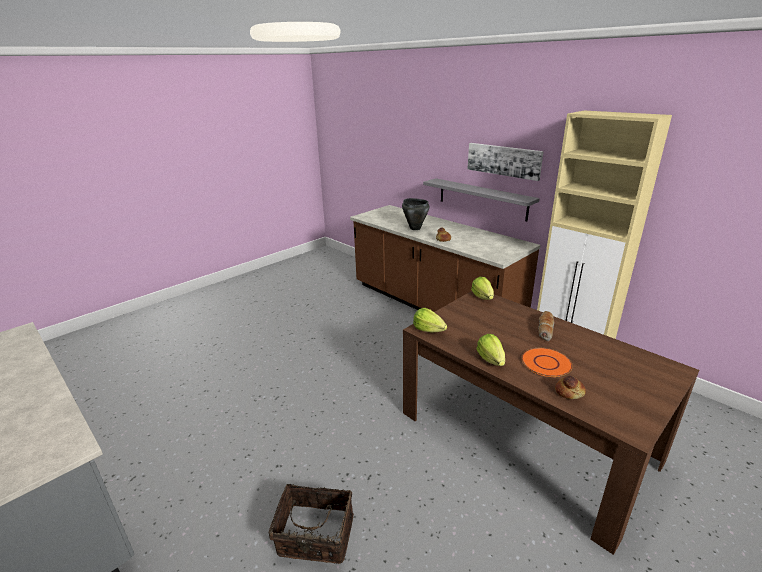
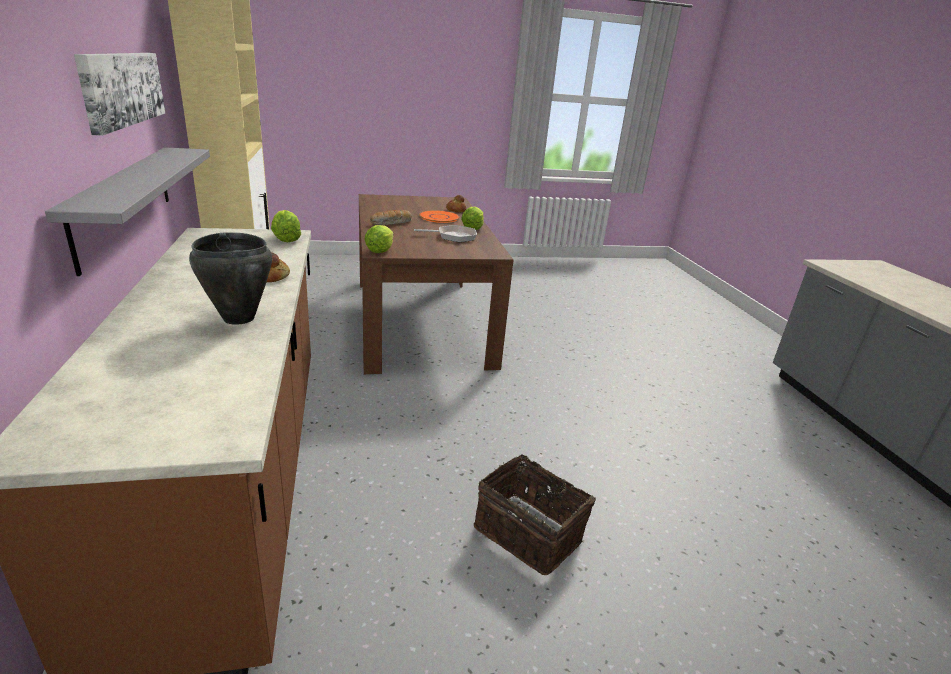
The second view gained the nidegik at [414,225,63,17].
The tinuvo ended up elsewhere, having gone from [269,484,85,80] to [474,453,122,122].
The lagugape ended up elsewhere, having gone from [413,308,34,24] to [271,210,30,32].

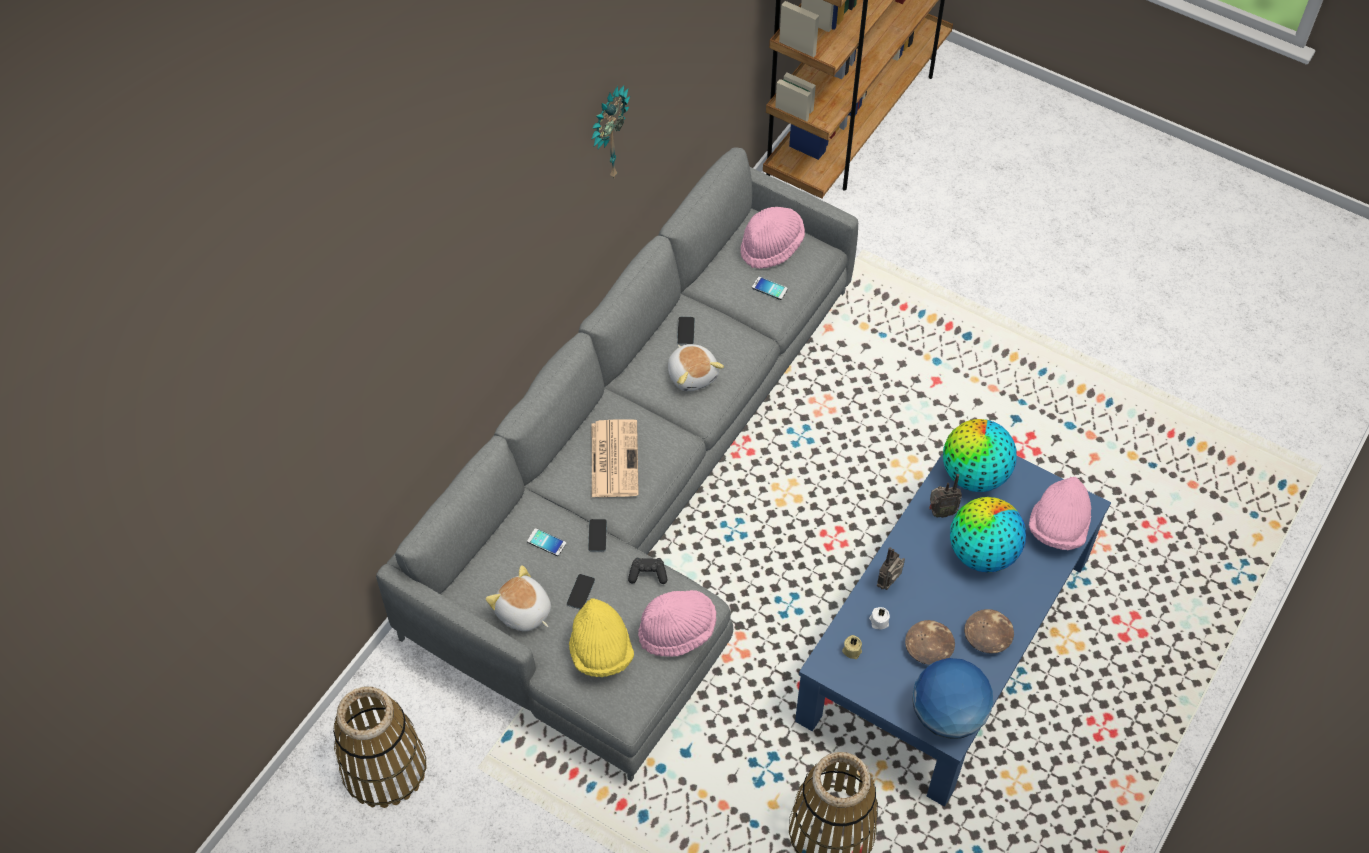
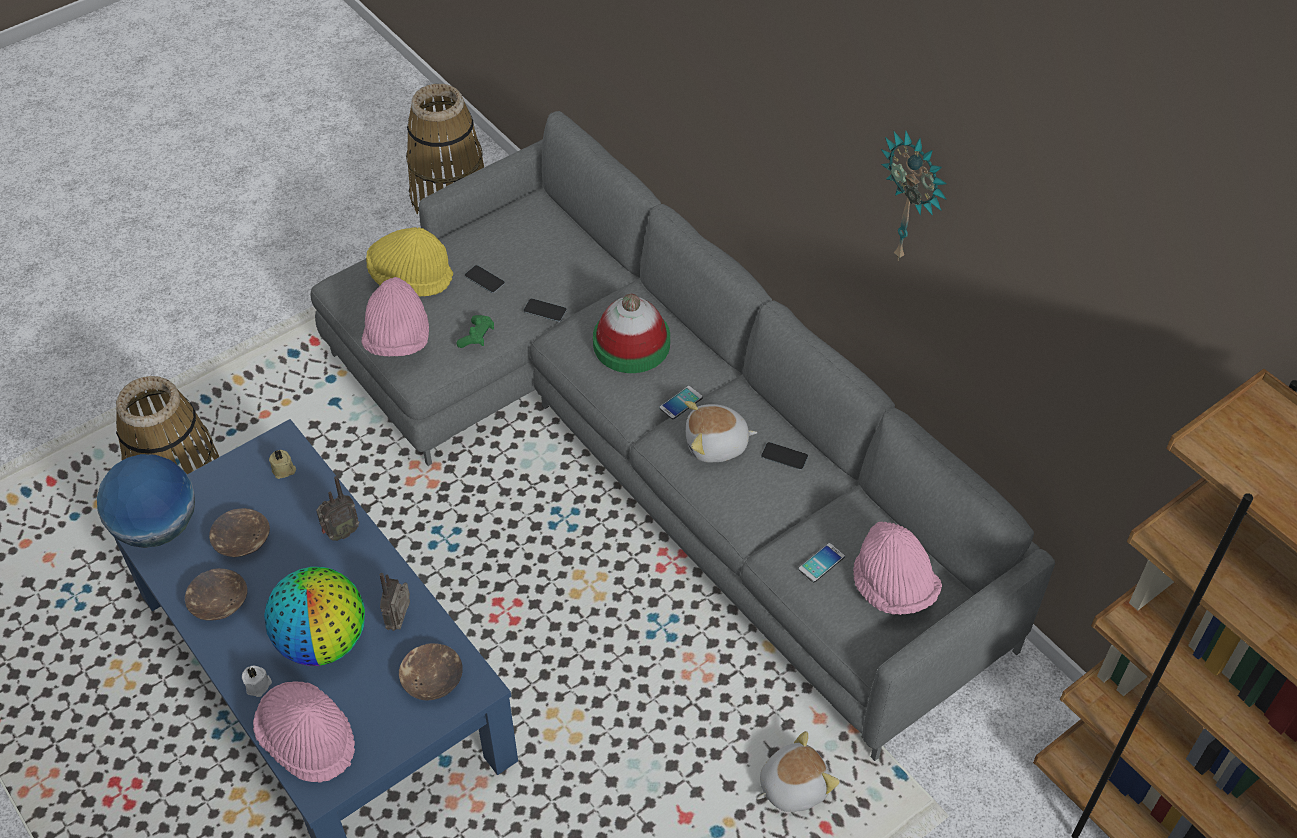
The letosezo ended up elsewhere, having gone from [486,565,65,67] to [757,731,83,81].
The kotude ended up elsewhere, having gone from [527,528,40,28] to [659,386,44,33].
The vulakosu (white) ended up elsewhere, having gone from [869,607,21,23] to [242,666,30,31].
Where the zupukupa stood at [592,419,47,78], the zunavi came to stand at [593,294,77,79].
Where the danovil stood at [943,419,74,73], the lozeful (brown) came to stand at [399,643,64,58].
What was the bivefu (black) at [628,558,39,26] turned into the bivefu (green) at [456,315,38,33].
The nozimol at [877,547,28,43] ended up facing another way, 90 degrees clockwise from before.

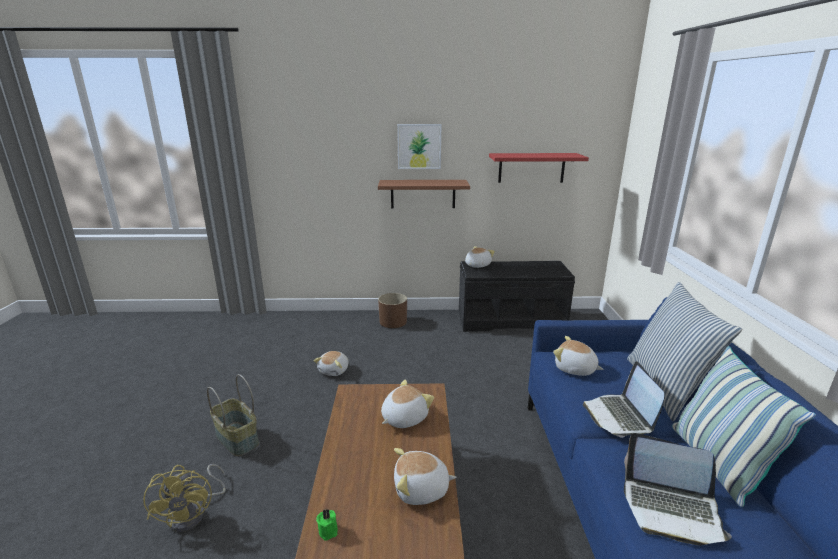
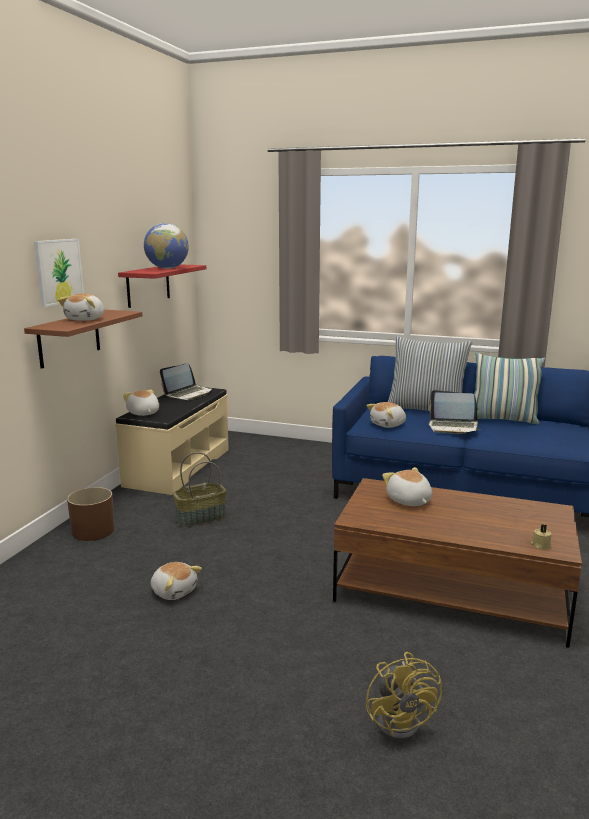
The second view gained the danovil at [144,223,45,46].
The tinuvo ended up elsewhere, having gone from [207,374,52,82] to [173,452,53,75].
The letosezo ended up elsewhere, having gone from [394,448,62,57] to [58,293,46,28].
The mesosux ended up elsewhere, having gone from [624,433,108,113] to [160,363,52,37].
What was the vulakosu (green) at [316,509,22,31] turned into the vulakosu (beige) at [531,524,21,25].
What was the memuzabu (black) at [459,261,116,71] turned into the memuzabu (beige) at [115,387,114,108].
The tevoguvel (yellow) at [143,464,83,68] ended up facing another way, 75 degrees clockwise from before.

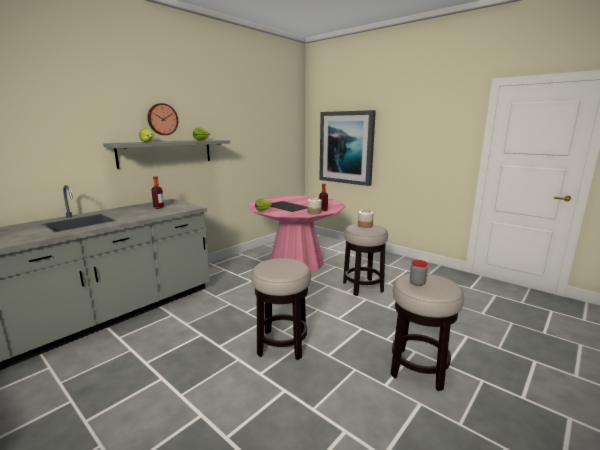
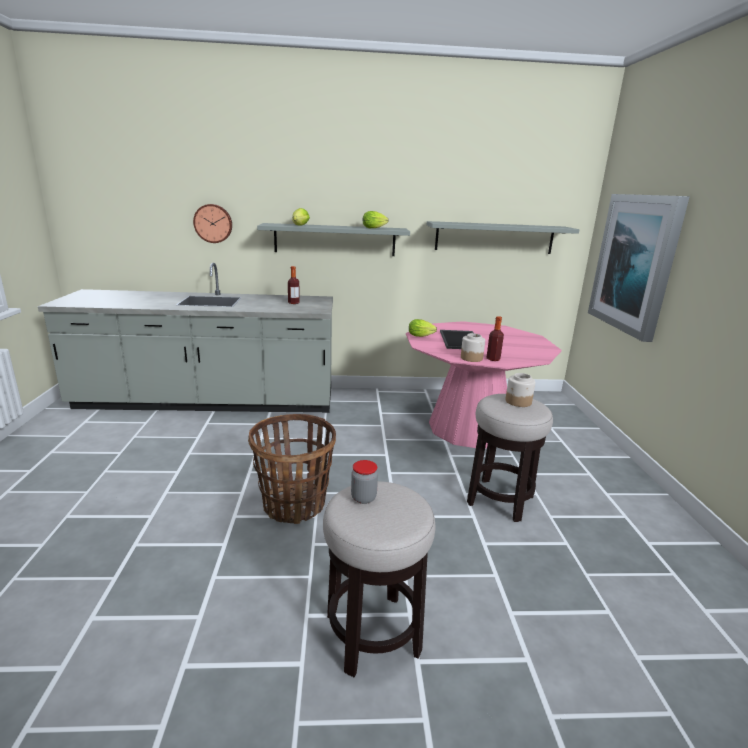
The second view gained the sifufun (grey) at [427,221,153,33].
The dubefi ended up elsewhere, having gone from [148,103,30,32] to [193,204,39,39].
Where the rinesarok stood at [251,258,60,102], the tinuvo came to stand at [248,414,88,110].

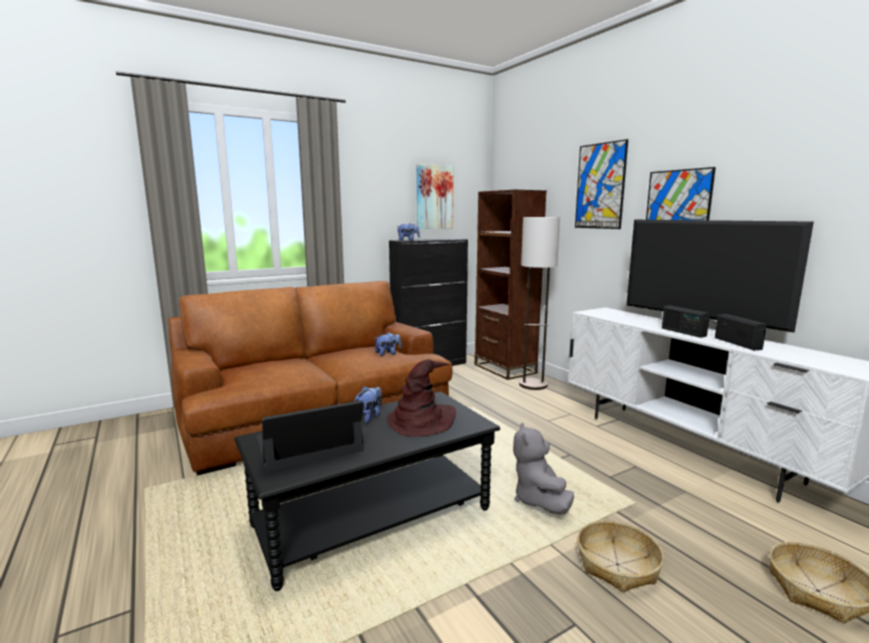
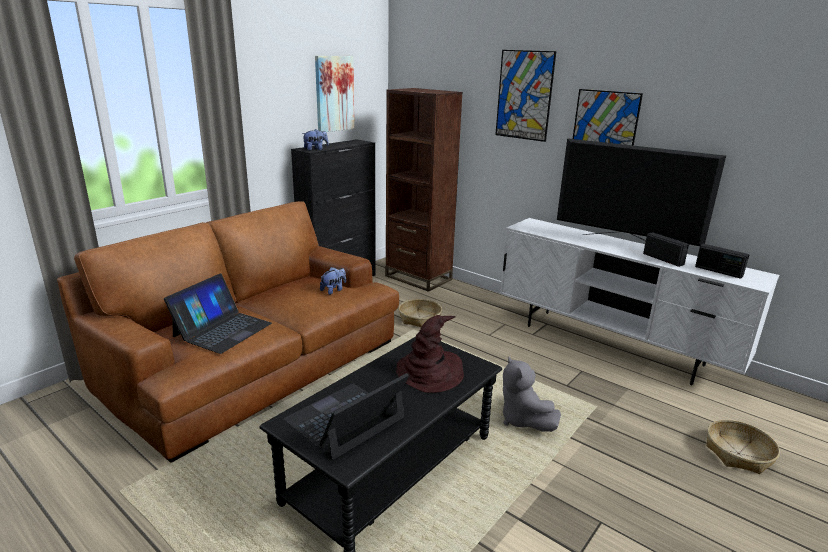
The second view lost the letosezo at [354,386,28,37].
The second view lost the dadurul at [519,217,41,173].
The second view gained the mesosux at [164,273,108,81].
The tinuvo ended up elsewhere, having gone from [577,520,87,72] to [399,299,43,29].
The nozimol ended up elsewhere, having gone from [662,306,48,32] to [695,244,55,35].

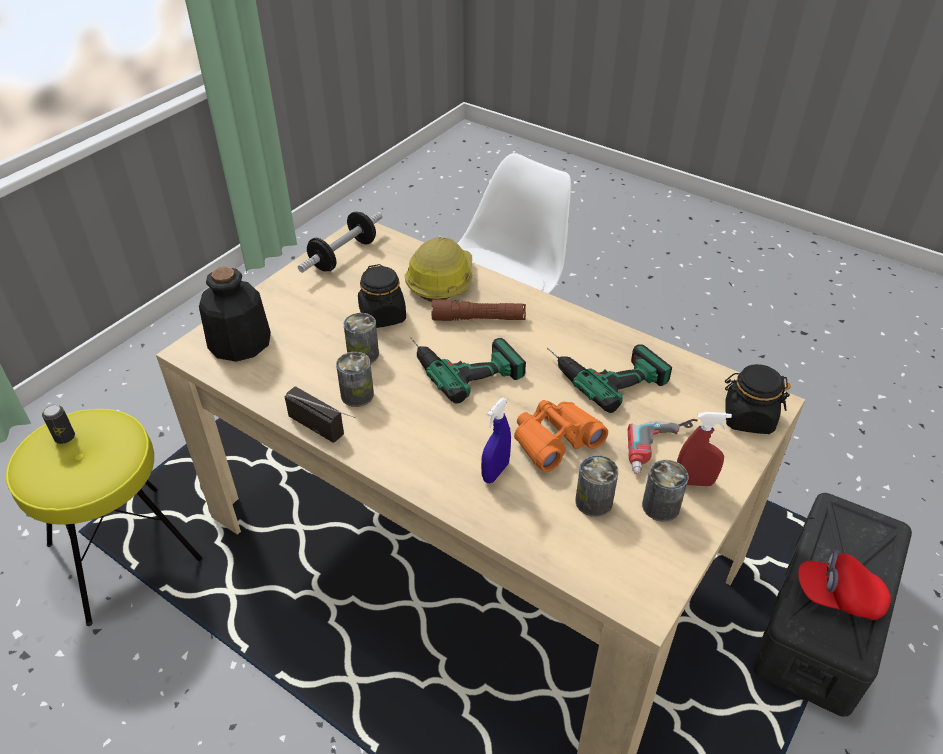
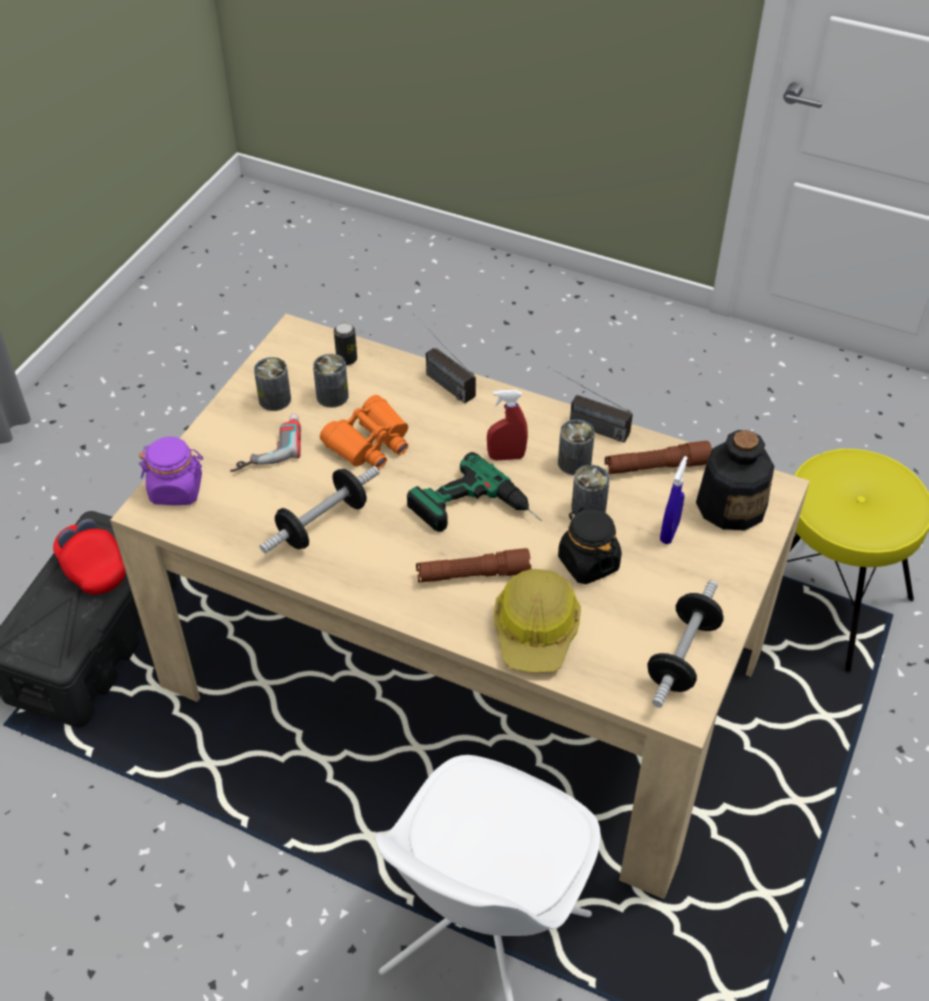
The second view gained the nozimol at [413,314,63,89].
The second view gained the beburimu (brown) at [605,441,107,33].
The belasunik ended up elsewhere, having gone from [42,405,33,39] to [334,322,23,43].
The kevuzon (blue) ended up elsewhere, having gone from [481,398,30,85] to [660,456,28,88].
The kevuzon (red) ended up elsewhere, having gone from [677,412,55,74] to [487,390,41,70].
Where the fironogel stood at [547,344,125,69], the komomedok came to stand at [260,466,120,88].
What was the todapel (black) at [725,364,66,70] turned into the todapel (purple) at [139,437,64,68].
The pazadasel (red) at [798,550,93,70] ended up facing another way, 135 degrees counterclockwise from before.

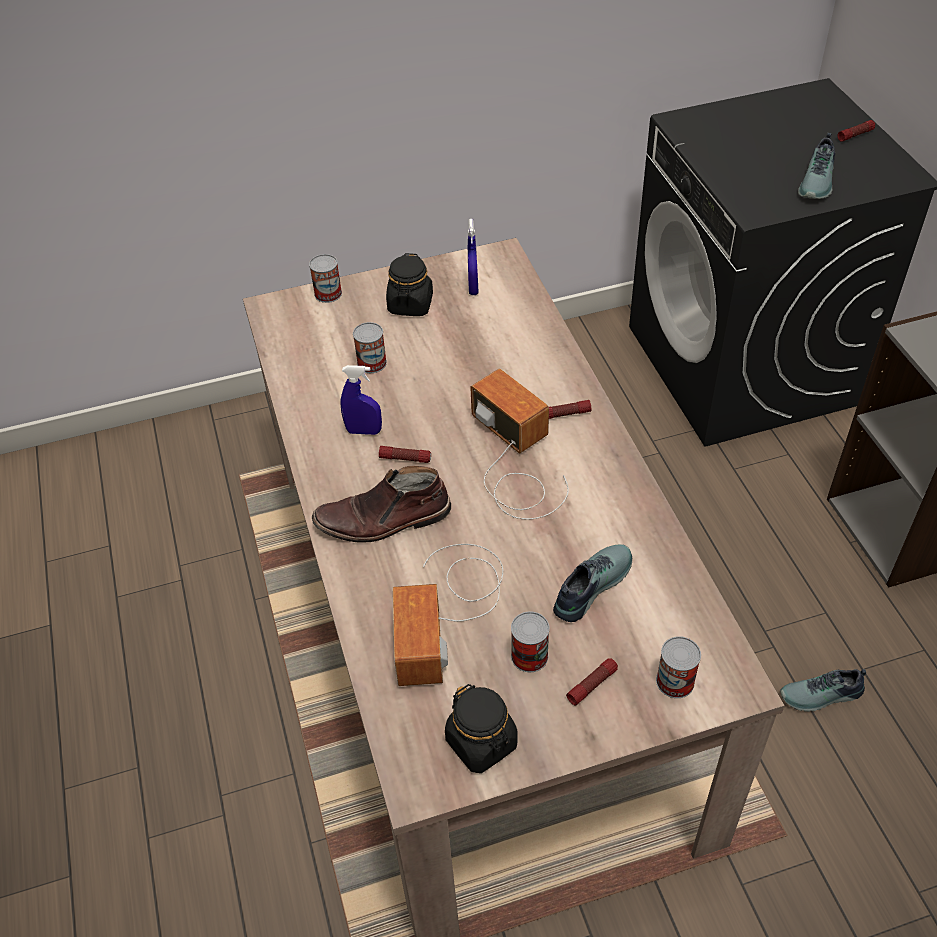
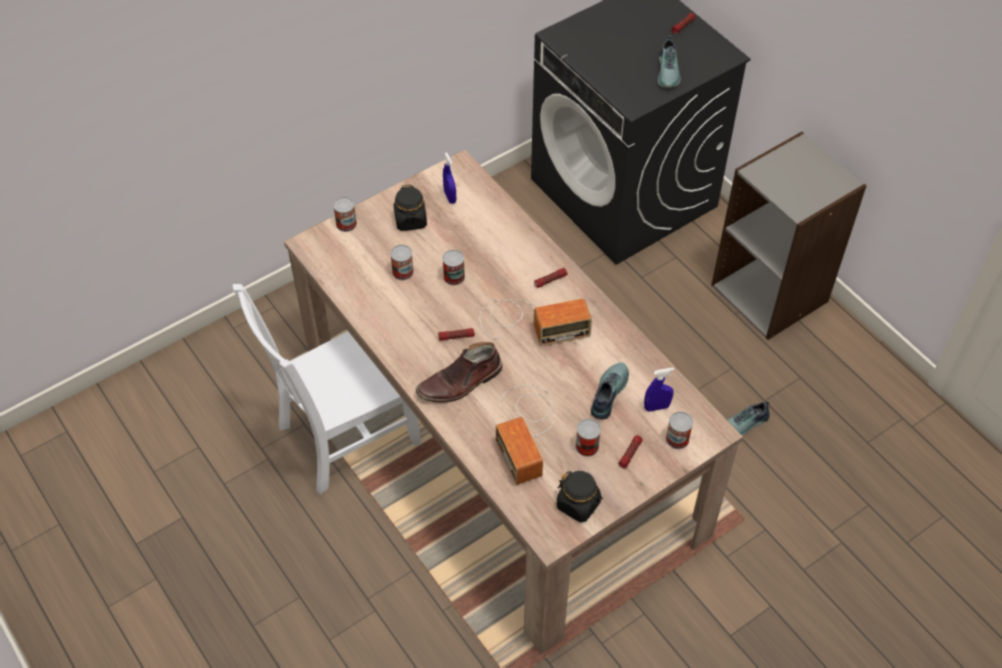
The second view gained the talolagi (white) at [232,284,189,211].
The second view gained the belasunik at [442,250,23,35].
The kevuzon (blue) ended up elsewhere, having gone from [340,365,42,70] to [644,368,31,44].
The nozimol at [470,369,99,151] ended up facing another way, 135 degrees clockwise from before.

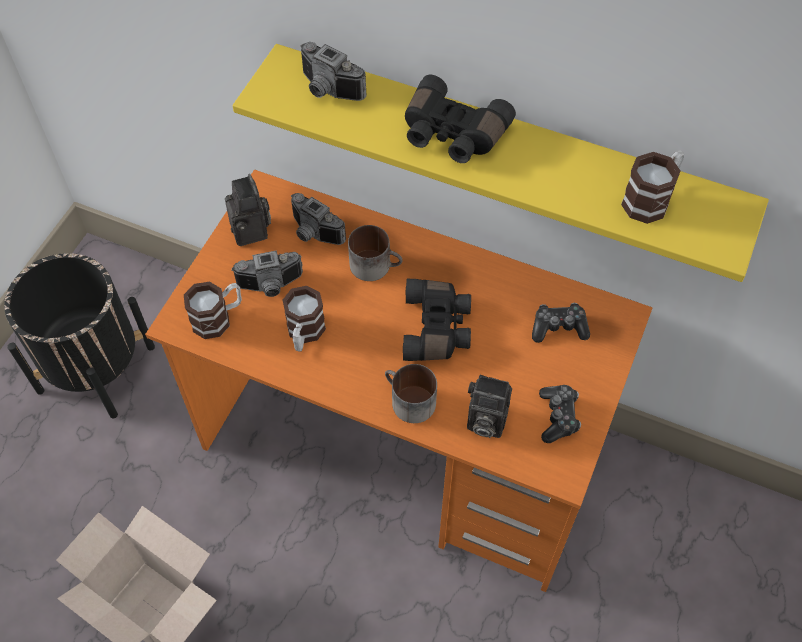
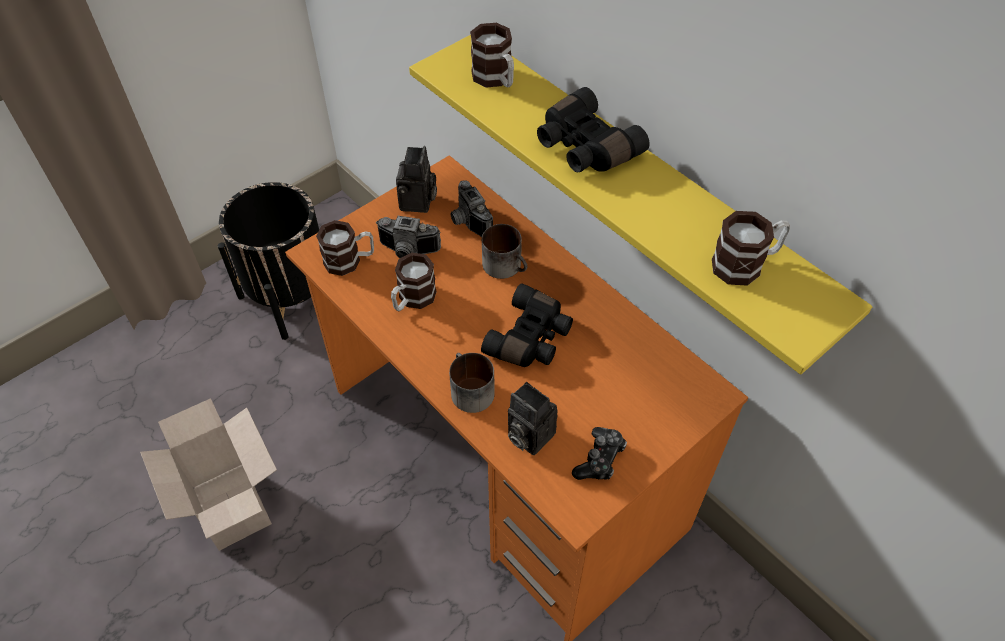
The second view lost the bivefu at [532,303,58,40].
Where the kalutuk stood at [300,42,67,59], the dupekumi came to stand at [470,23,44,65].

